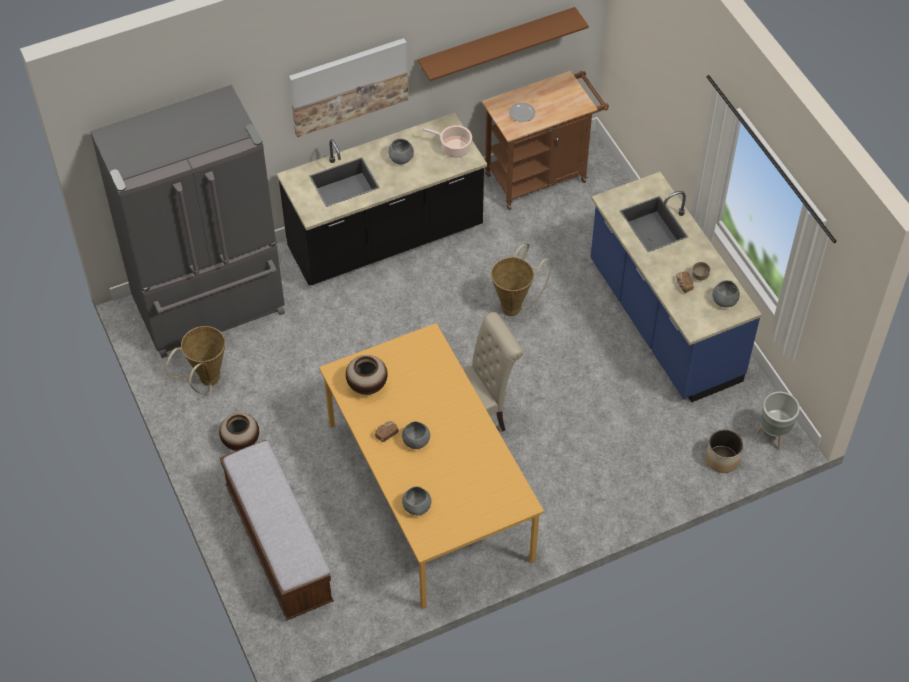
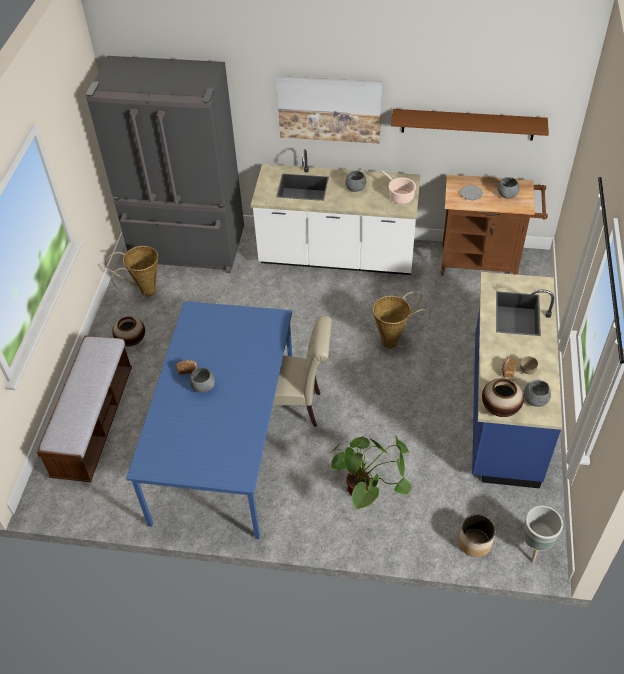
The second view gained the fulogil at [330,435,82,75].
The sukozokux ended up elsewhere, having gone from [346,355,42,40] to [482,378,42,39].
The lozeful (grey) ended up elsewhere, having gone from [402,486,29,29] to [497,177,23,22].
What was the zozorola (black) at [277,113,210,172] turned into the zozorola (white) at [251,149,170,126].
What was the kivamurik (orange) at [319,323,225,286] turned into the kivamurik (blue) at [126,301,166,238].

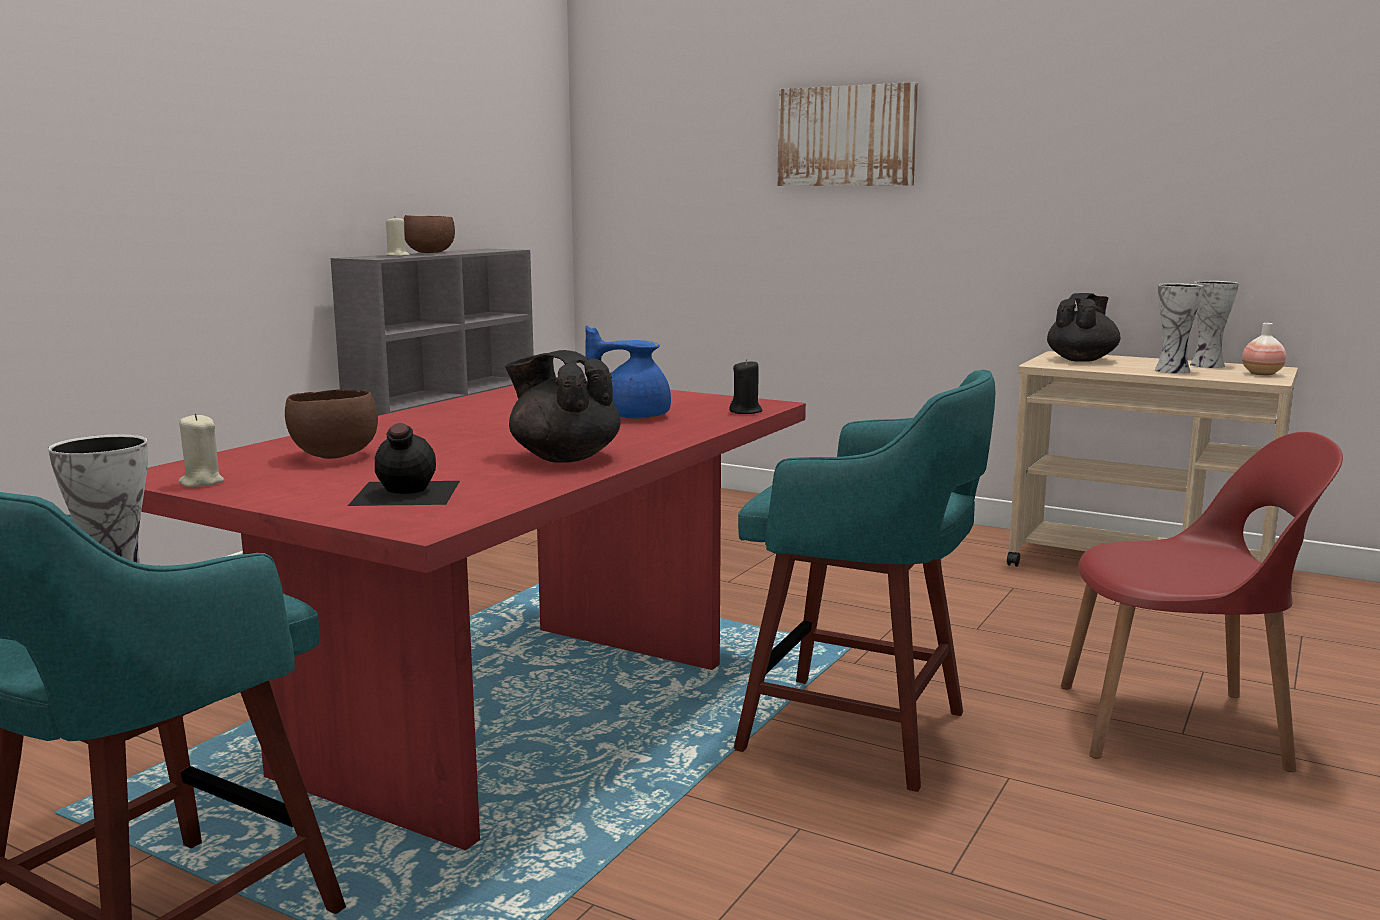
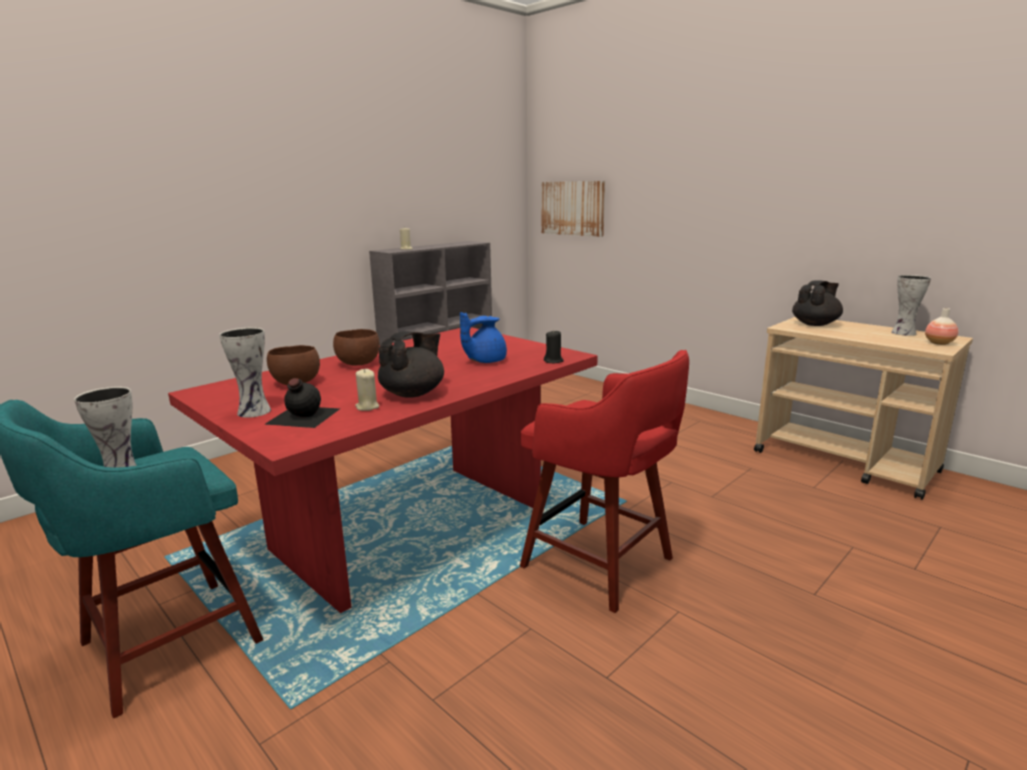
The second view lost the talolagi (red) at [1061,432,282,340].
The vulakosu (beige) ended up elsewhere, having gone from [178,413,46,74] to [355,369,24,42].
The lozeful (brown) ended up elsewhere, having gone from [403,215,52,38] to [333,329,47,36].
The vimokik ended up elsewhere, having gone from [777,82,141,104] to [542,181,63,56].
The sukozokux ended up elsewhere, having gone from [1155,283,49,91] to [219,328,52,90].
What was the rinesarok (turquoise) at [734,370,262,422] turned into the rinesarok (red) at [520,350,169,263].
The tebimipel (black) at [505,350,116,113] ended up facing another way, 75 degrees clockwise from before.
The tebimipel (blue) at [585,325,86,94] ended up facing another way, 60 degrees counterclockwise from before.

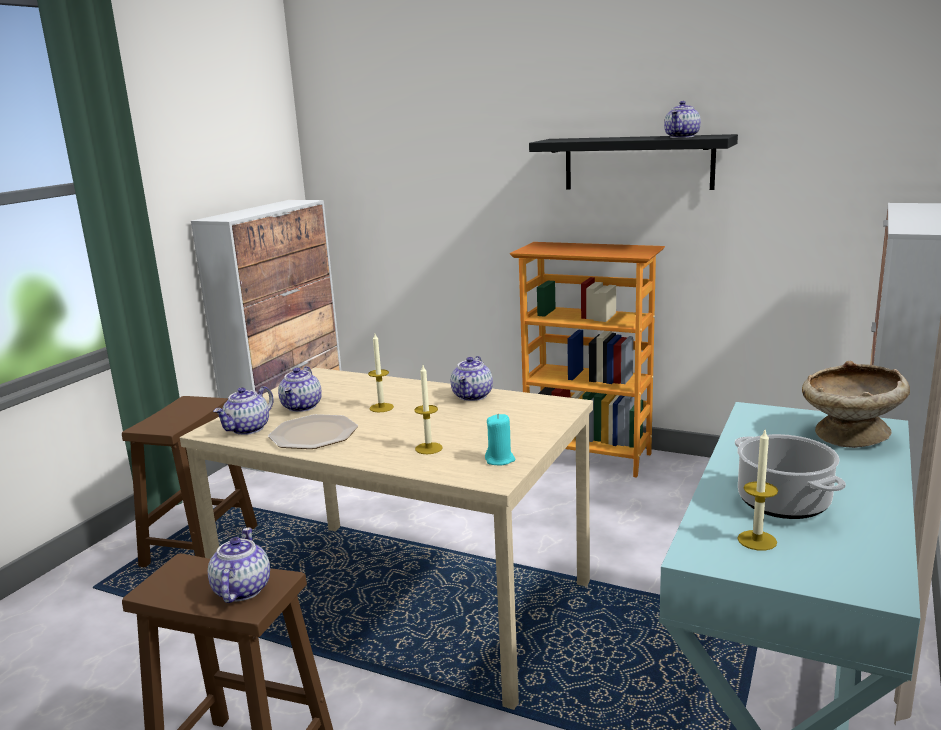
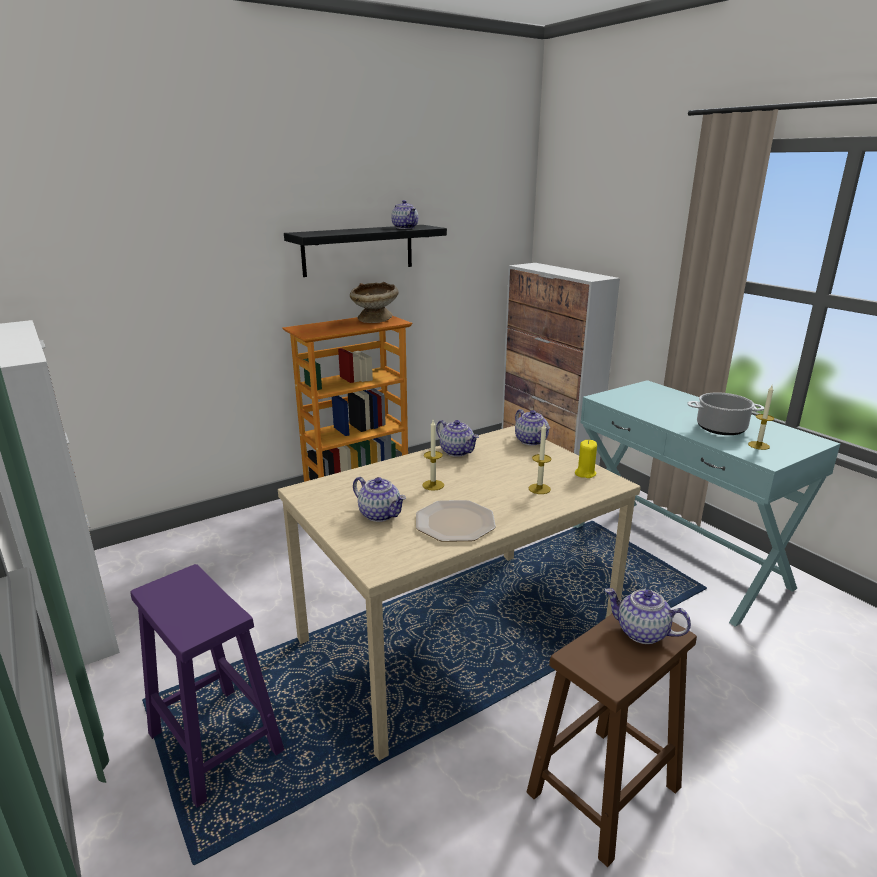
The tebimipel ended up elsewhere, having gone from [213,386,61,49] to [515,409,35,36].
The lozeful (beige) ended up elsewhere, having gone from [802,361,108,87] to [350,282,49,41].
What was the rinesarok (brown) at [122,396,135,171] turned into the rinesarok (purple) at [130,564,155,243].
What was the vulakosu (turquoise) at [485,414,30,51] turned into the vulakosu (yellow) at [575,440,22,38].

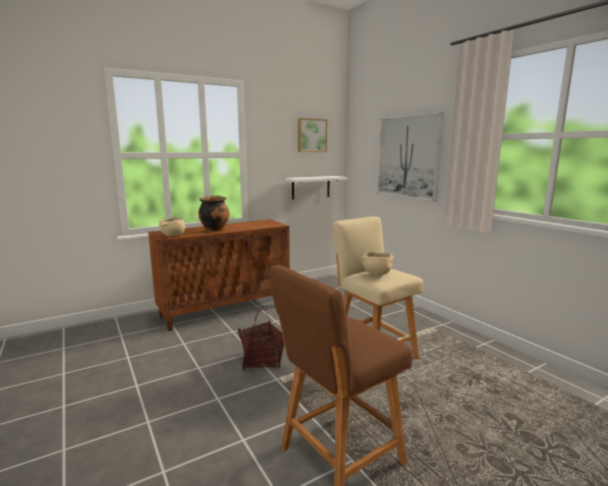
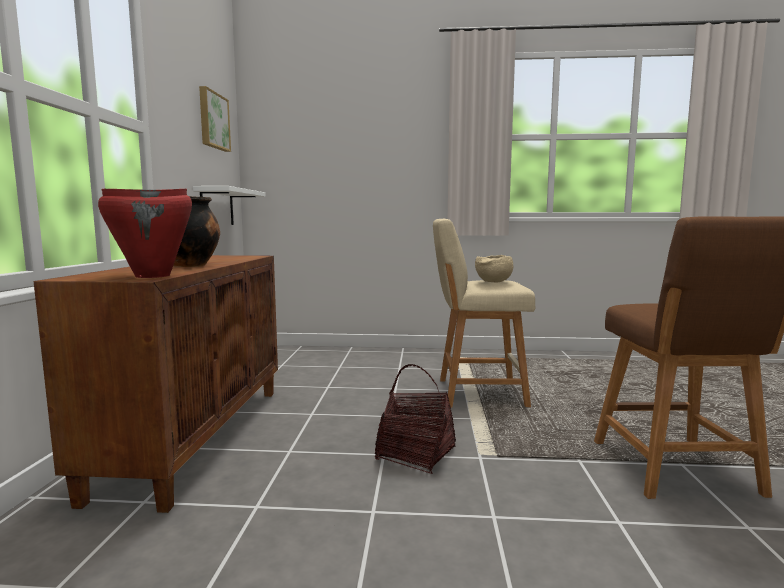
The second view lost the vimokik at [377,112,67,89].
Where the lozeful (beige) stood at [159,217,26,20], the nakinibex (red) came to stand at [98,188,94,90].

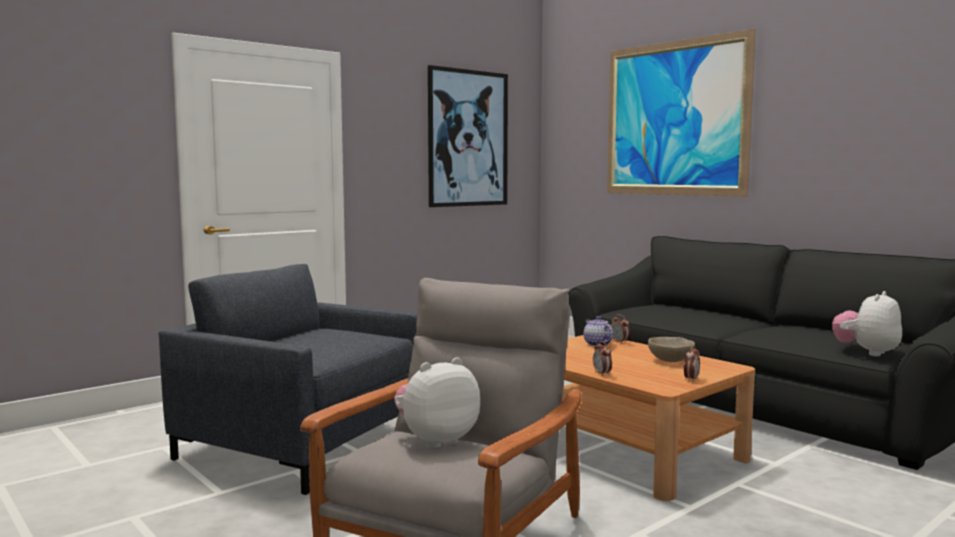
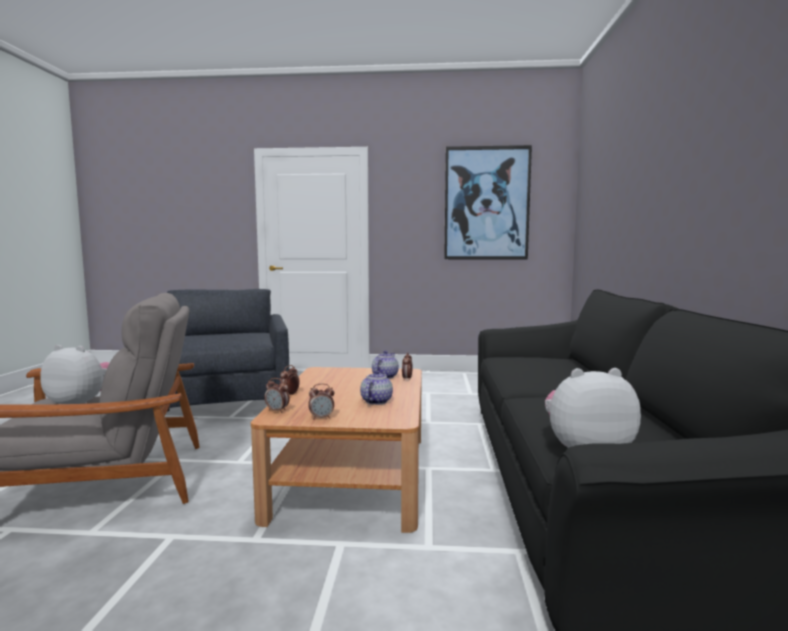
The second view lost the vimokik at [607,29,149,168].
The second view gained the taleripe at [265,378,25,35].
Where the lozeful (beige) stood at [648,337,47,25], the tebimipel came to stand at [360,370,33,35].

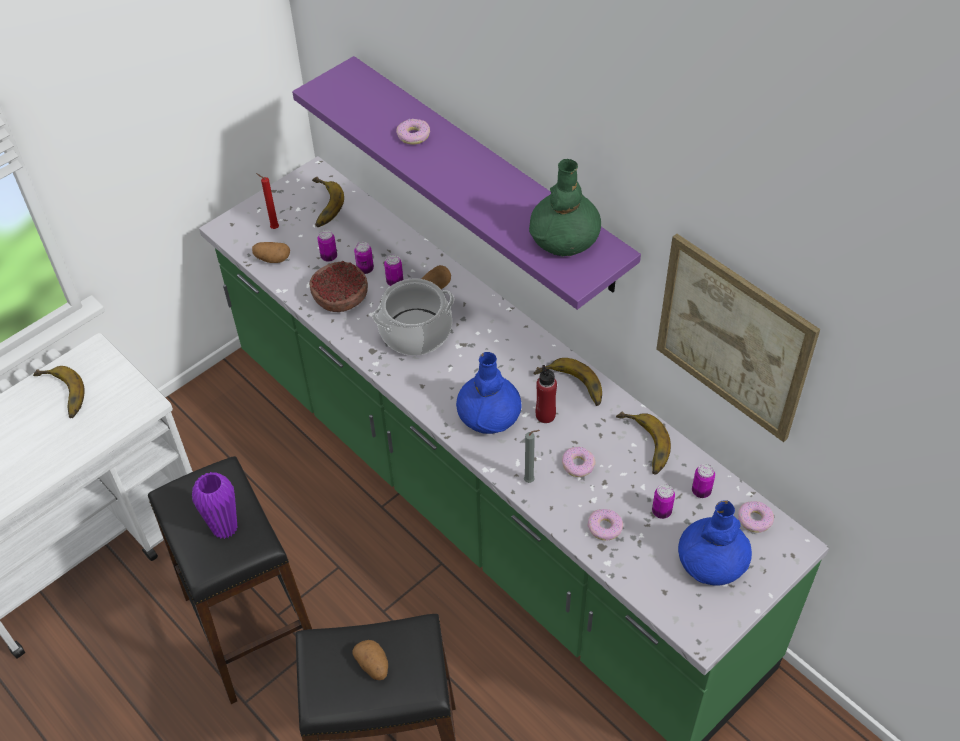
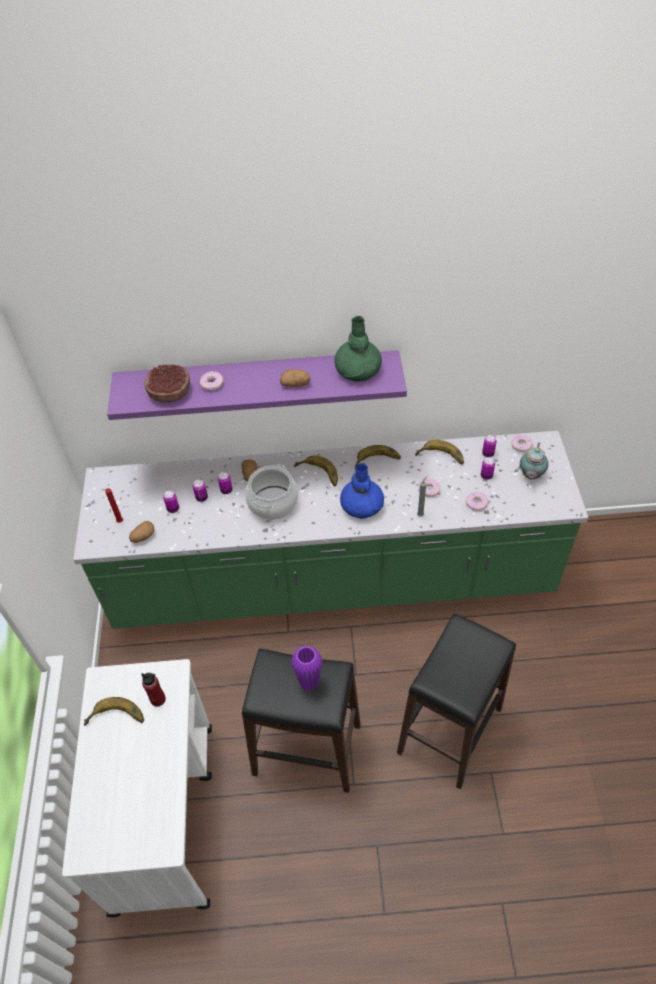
The second view lost the vimokik at [656,234,164,208].
The lozeful ended up elsewhere, having gone from [309,261,59,51] to [145,364,45,38].
The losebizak ended up elsewhere, having gone from [312,177,32,50] to [294,455,44,31].
The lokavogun ended up elsewhere, having gone from [352,640,36,40] to [280,369,30,18].
The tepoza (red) ended up elsewhere, having gone from [536,365,21,58] to [141,673,25,34].
Where the sukozokux (blue) stood at [678,501,74,84], the tebimipel came to stand at [520,443,29,36].

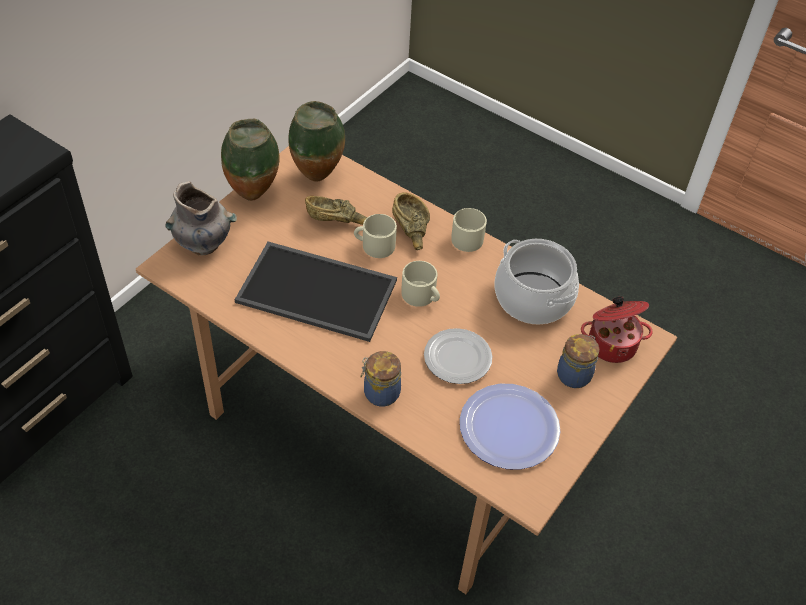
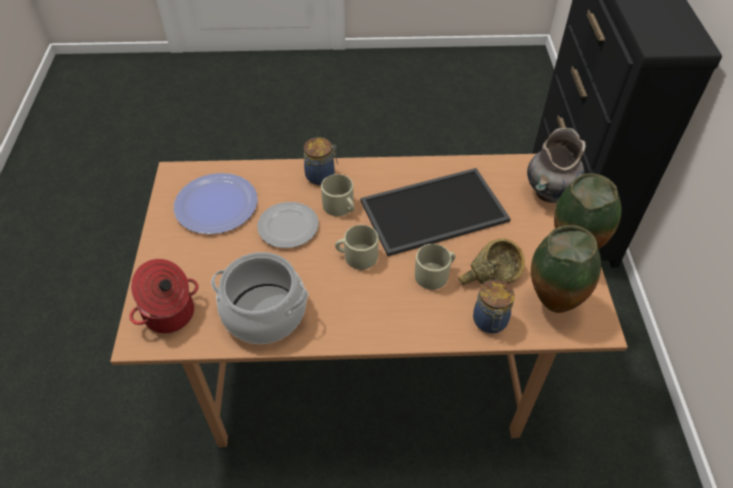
The second view lost the lozeful (brown) at [392,192,38,58].
The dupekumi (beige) ended up elsewhere, having gone from [451,208,36,44] to [321,174,34,42].
The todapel ended up elsewhere, having gone from [557,334,42,54] to [473,279,42,54].

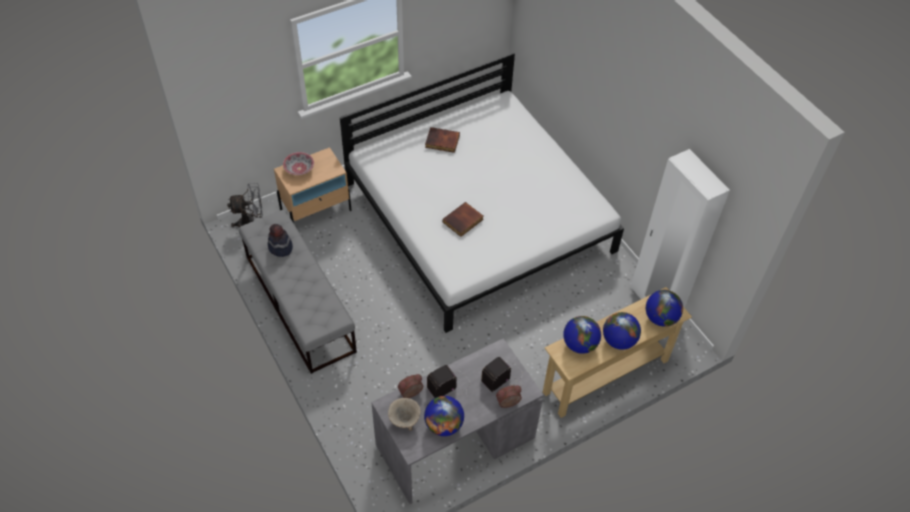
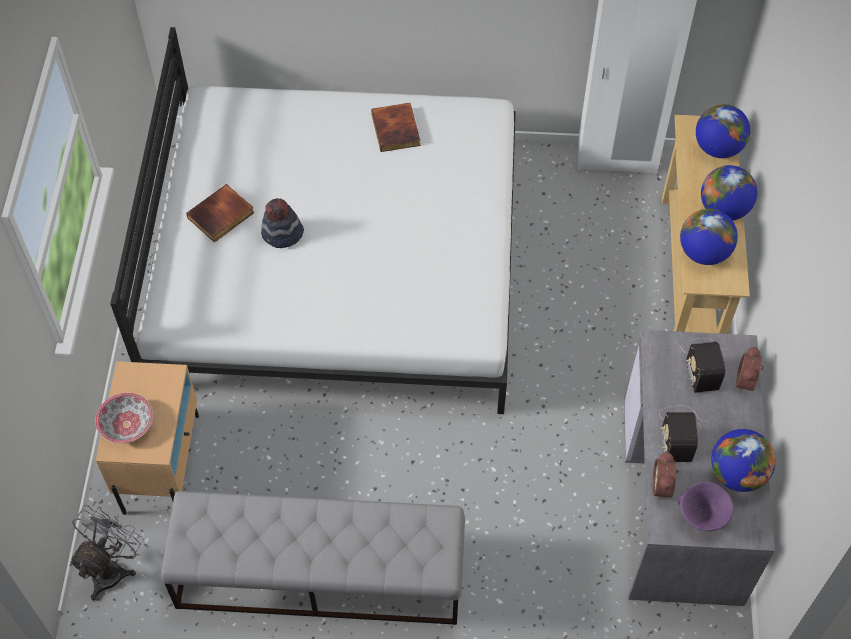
The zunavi ended up elsewhere, having gone from [268,224,25,33] to [261,198,43,50].
The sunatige ended up elsewhere, having gone from [443,202,41,35] to [371,103,50,49].
What was the lozeful (beige) at [388,398,33,33] turned into the lozeful (purple) at [677,482,57,49].

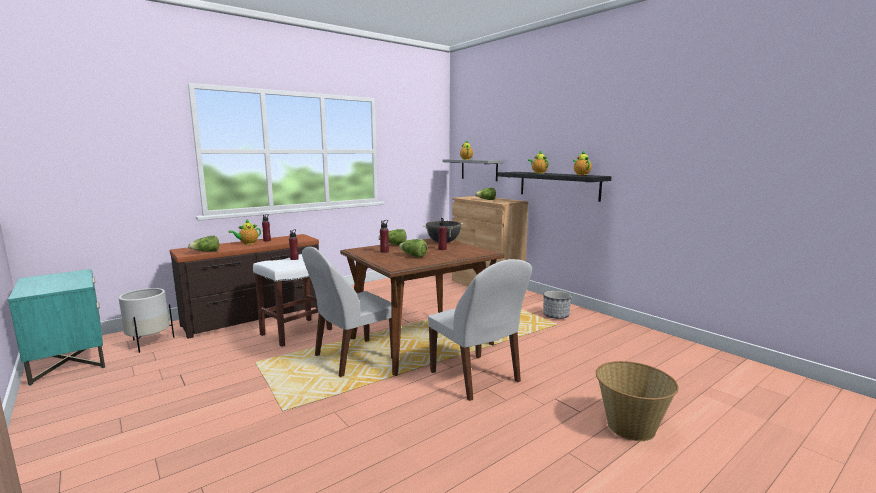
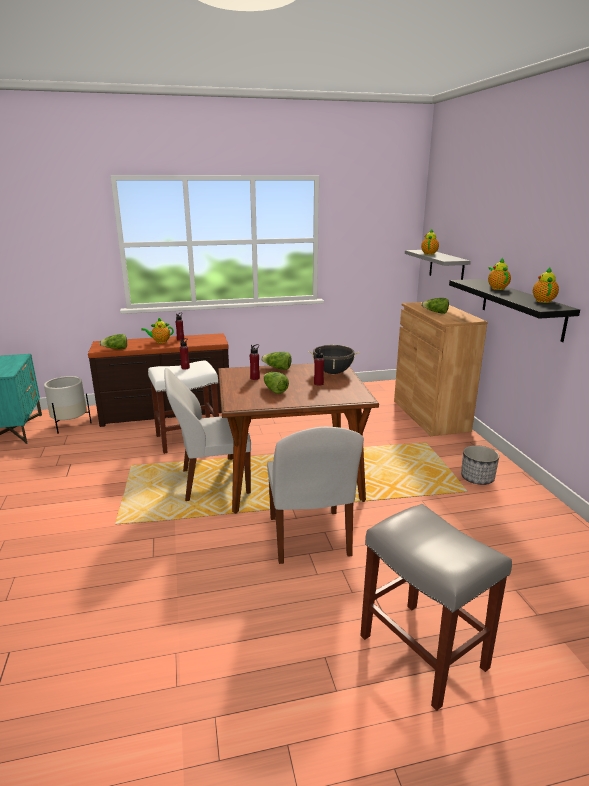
Where the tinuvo stood at [596,361,83,80], the rinesarok (grey) came to stand at [360,504,152,207].

